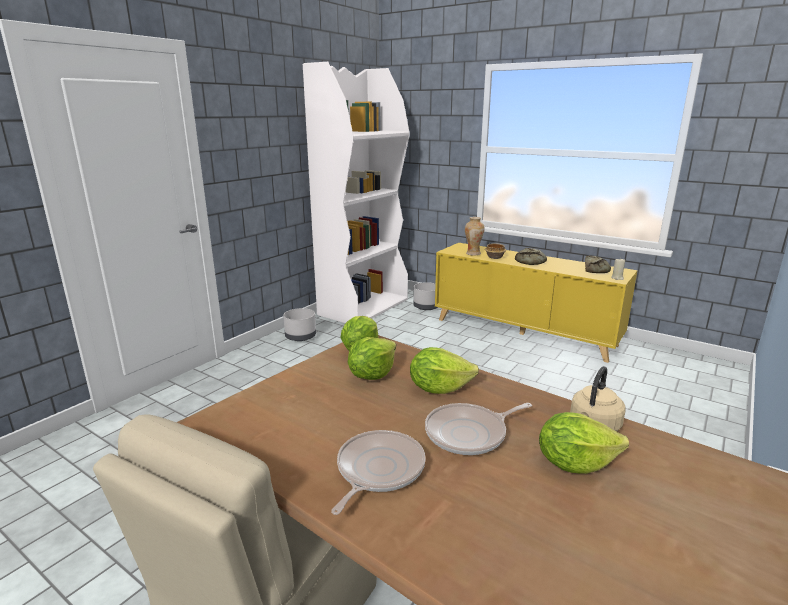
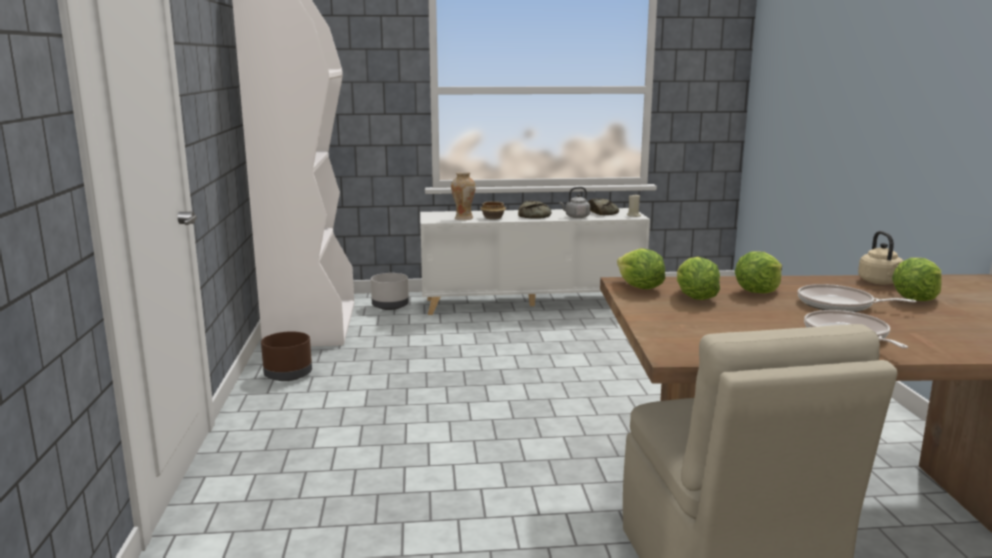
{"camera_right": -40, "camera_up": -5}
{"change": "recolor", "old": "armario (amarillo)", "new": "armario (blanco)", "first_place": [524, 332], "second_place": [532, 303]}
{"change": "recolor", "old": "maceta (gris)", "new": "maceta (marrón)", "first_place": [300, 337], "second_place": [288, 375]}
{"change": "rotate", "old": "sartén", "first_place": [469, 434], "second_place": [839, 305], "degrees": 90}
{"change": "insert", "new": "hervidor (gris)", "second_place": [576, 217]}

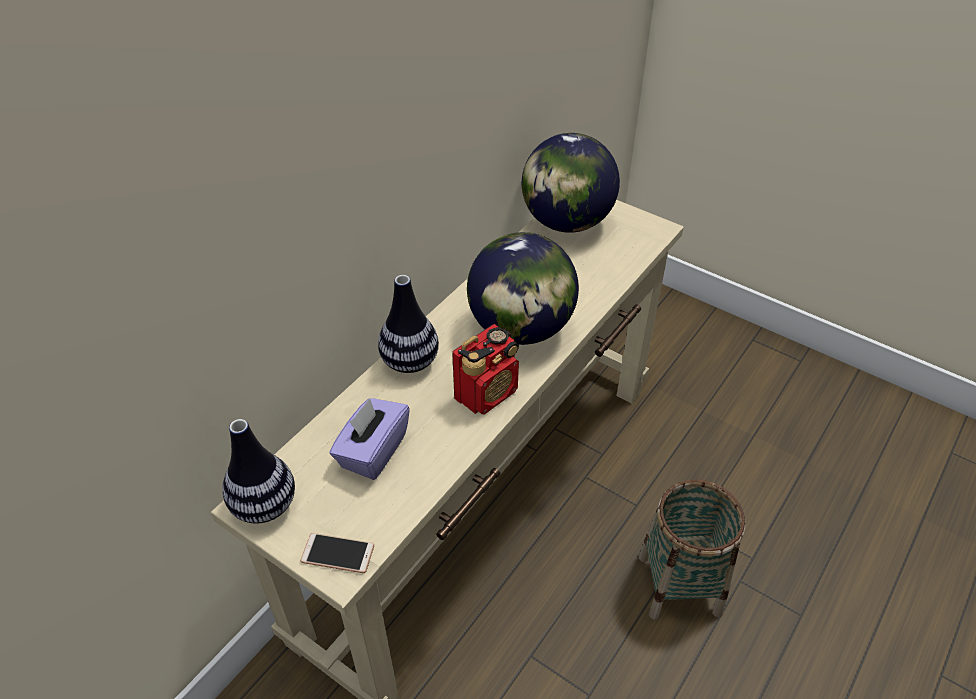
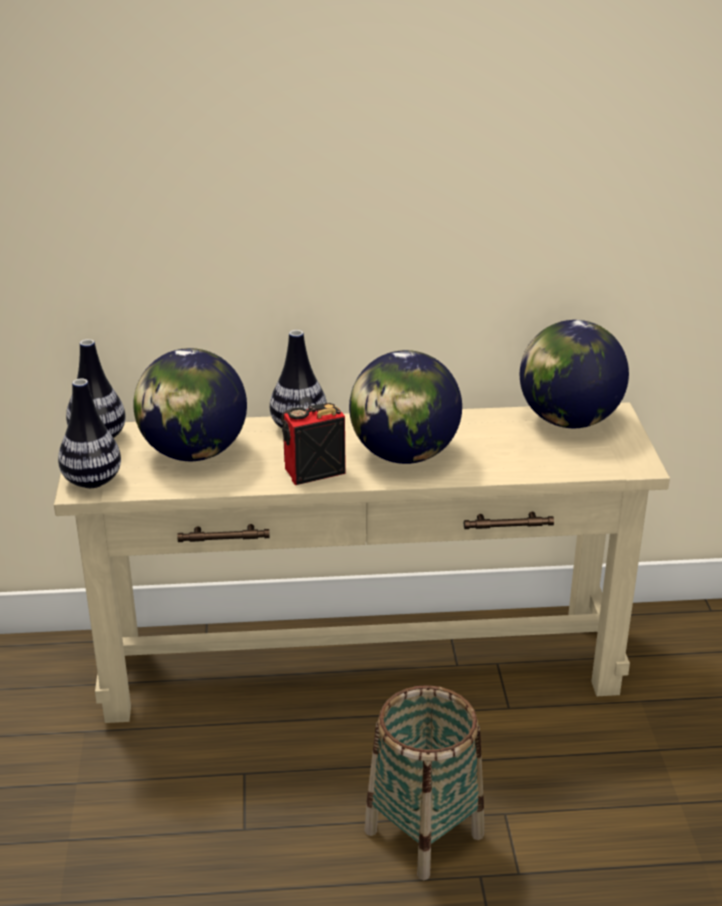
{"camera_right": 50, "camera_up": -15}
{"change": "rotate", "old": "radio", "first_place": [487, 393], "second_place": [312, 472], "degrees": 150}
{"change": "replace", "old": "caja de pañuelos (morado)", "new": "globo terráqueo", "first_place": [372, 451], "second_place": [194, 453]}
{"change": "replace", "old": "móvil", "new": "florero", "first_place": [337, 553], "second_place": [92, 481]}

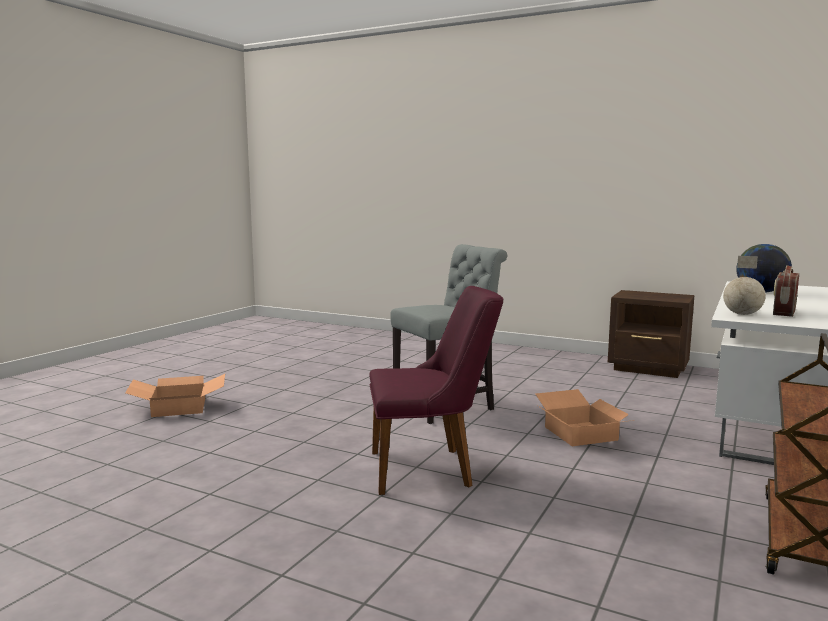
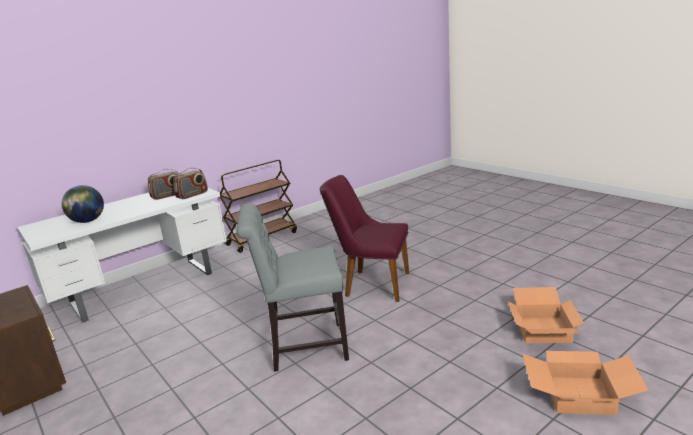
{"camera_right": -155, "camera_up": 10}
{"change": "replace", "old": "globo terráqueo", "new": "radio", "first_place": [742, 314], "second_place": [192, 195]}
{"change": "move", "old": "caja de cartón", "first_place": [582, 433], "second_place": [542, 329]}

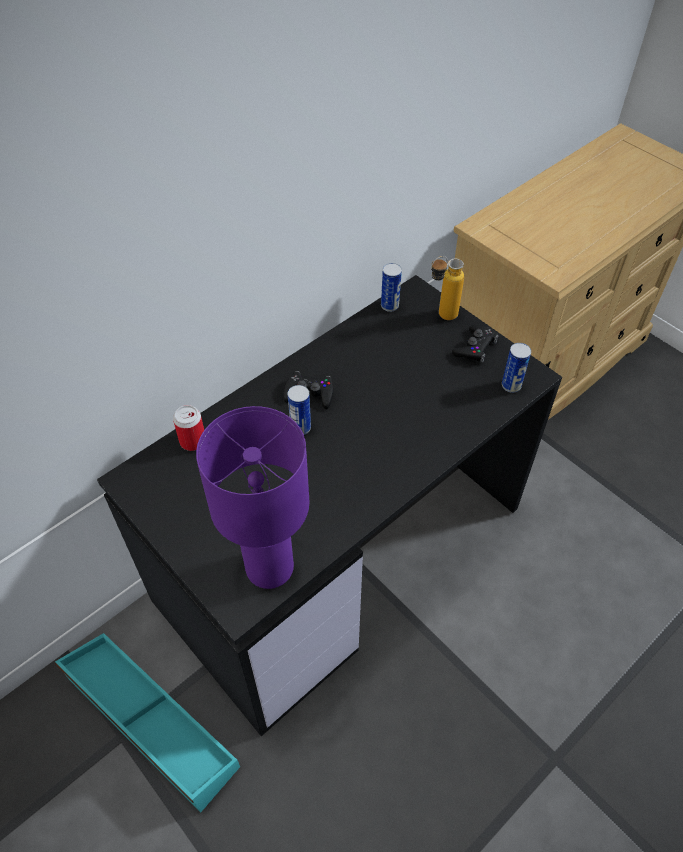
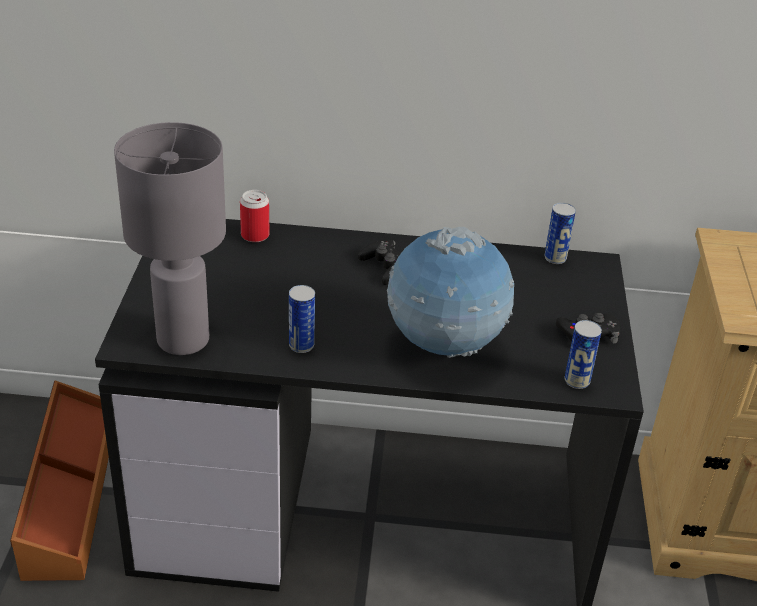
{"camera_right": 45, "camera_up": -15}
{"change": "delete", "old": "botella", "first_place": [440, 316]}
{"change": "move", "old": "lata", "first_place": [300, 428], "second_place": [301, 345]}
{"change": "recolor", "old": "lámpara de mesa (morado)", "new": "lámpara de mesa (gris)", "first_place": [268, 567], "second_place": [182, 339]}
{"change": "recolor", "old": "caja de almacenaje (turquesa)", "new": "caja de almacenaje (marrón)", "first_place": [149, 724], "second_place": [69, 493]}
{"change": "insert", "new": "globo terráqueo", "second_place": [444, 347]}

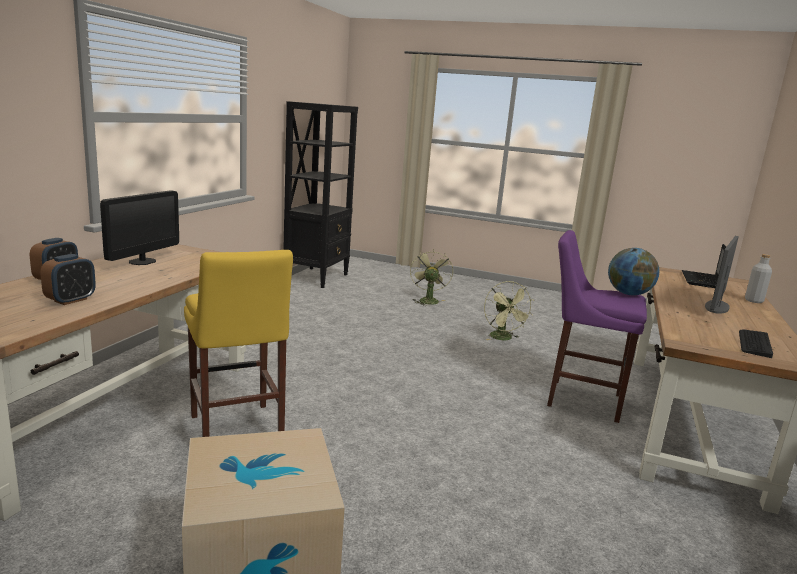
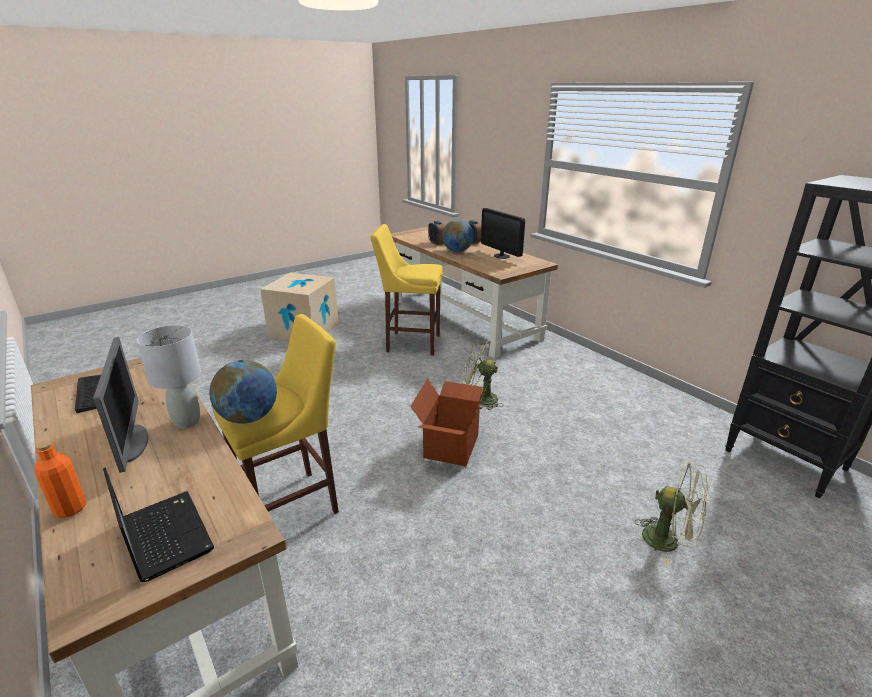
{"camera_right": 125, "camera_up": 10}
{"change": "recolor", "old": "taburete (morado)", "new": "taburete (amarillo)", "first_place": [579, 399], "second_place": [294, 505]}
{"change": "recolor", "old": "botella (gris)", "new": "botella (naranja)", "first_place": [753, 301], "second_place": [70, 509]}
{"change": "move", "old": "ventilador (verde)", "first_place": [503, 338], "second_place": [480, 399]}
{"change": "insert", "new": "globo terráqueo", "second_place": [457, 251]}
{"change": "insert", "new": "lámpara de mesa (gris)", "second_place": [186, 422]}
{"change": "insert", "new": "caja de cartón", "second_place": [450, 445]}

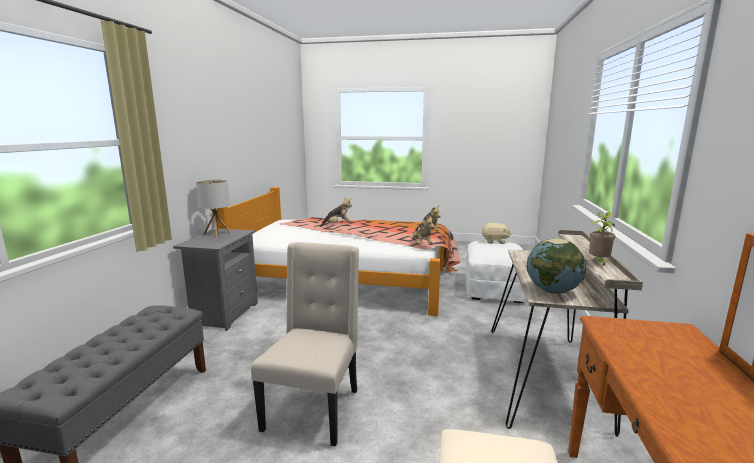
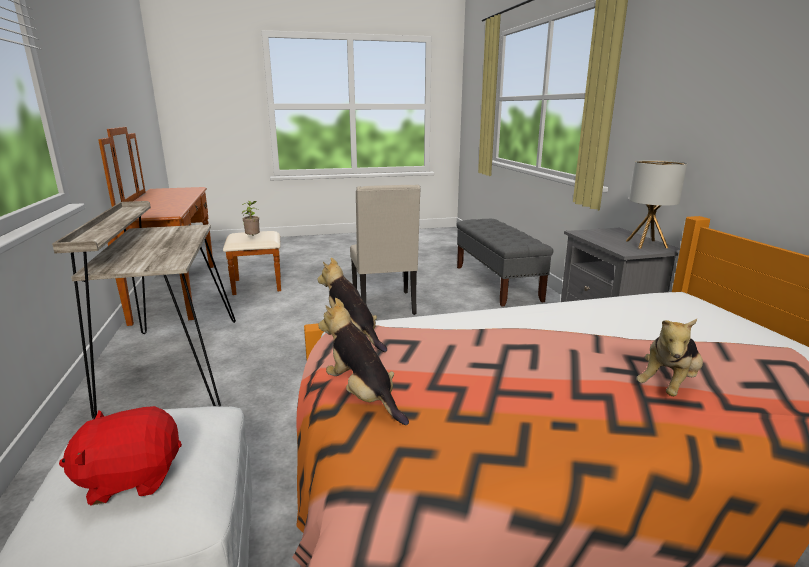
{"camera_right": 155, "camera_up": 5}
{"change": "move", "old": "planta en maceta", "first_place": [598, 262], "second_place": [253, 238]}
{"change": "recolor", "old": "peluche (beis)", "new": "peluche (rojo)", "first_place": [494, 242], "second_place": [131, 478]}
{"change": "delete", "old": "globo terráqueo", "first_place": [552, 291]}

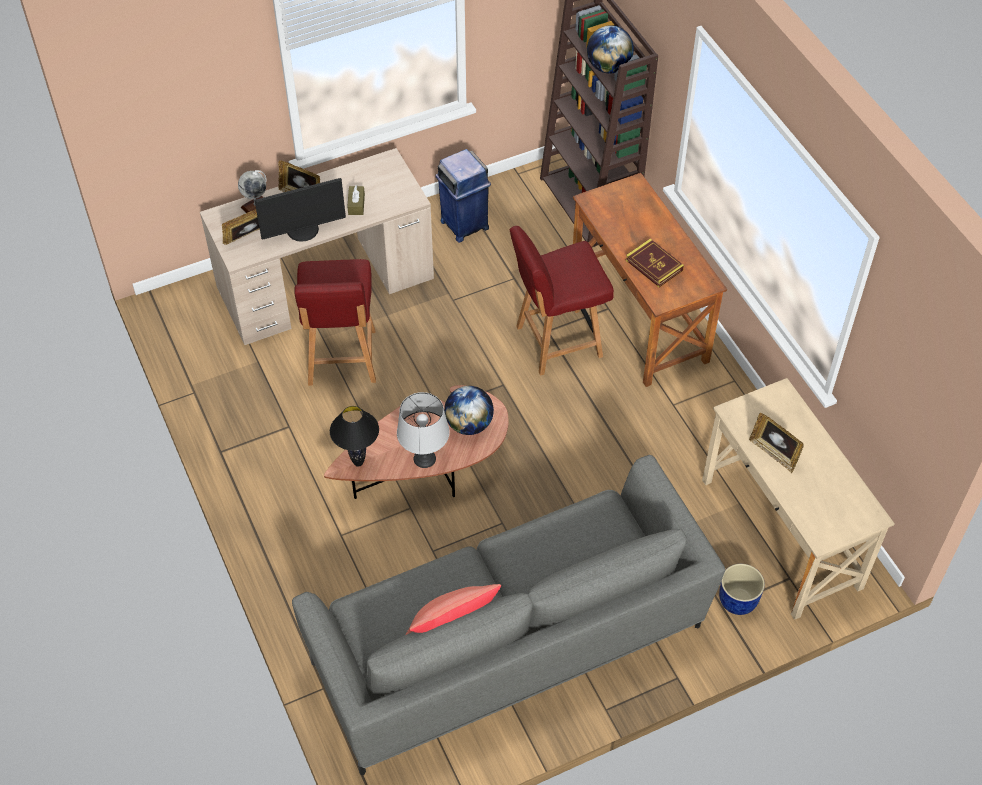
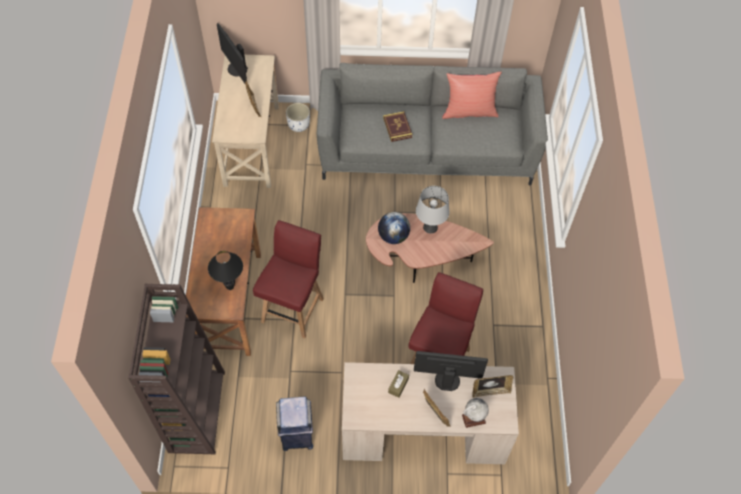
{"camera_right": -155, "camera_up": 5}
{"change": "delete", "old": "globo terráqueo", "first_place": [608, 67]}
{"change": "rotate", "old": "silla (rojo)", "first_place": [556, 342], "second_place": [293, 309], "degrees": -75}
{"change": "move", "old": "libro", "first_place": [654, 265], "second_place": [397, 128]}
{"change": "move", "old": "lámpara de mesa (negro)", "first_place": [359, 462], "second_place": [230, 287]}
{"change": "recolor", "old": "maceta (azul)", "new": "maceta (blanco)", "first_place": [737, 601], "second_place": [299, 125]}
{"change": "insert", "new": "monitor", "second_place": [236, 69]}

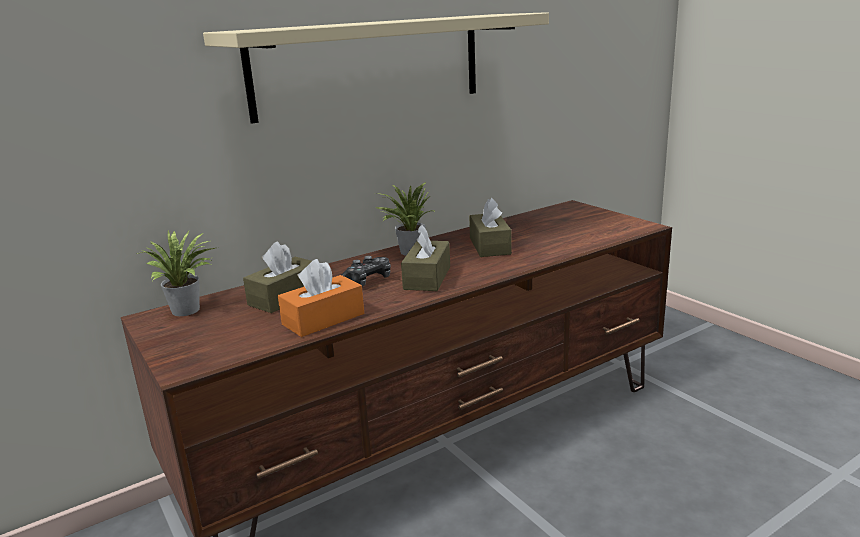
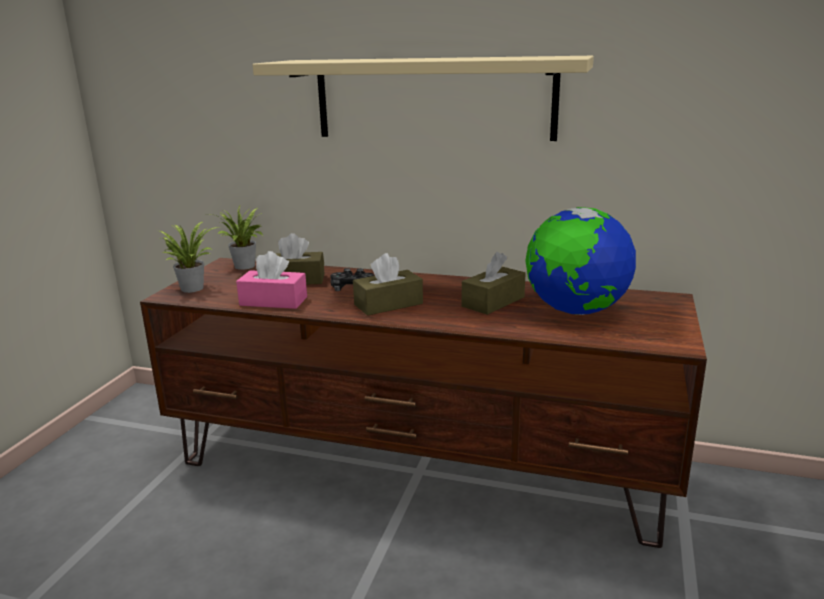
{"camera_right": 50, "camera_up": 0}
{"change": "move", "old": "planta en maceta", "first_place": [408, 251], "second_place": [192, 287]}
{"change": "recolor", "old": "caja de pañuelos (naranja)", "new": "caja de pañuelos (rosa)", "first_place": [323, 319], "second_place": [273, 301]}
{"change": "insert", "new": "globo terráqueo", "second_place": [576, 311]}

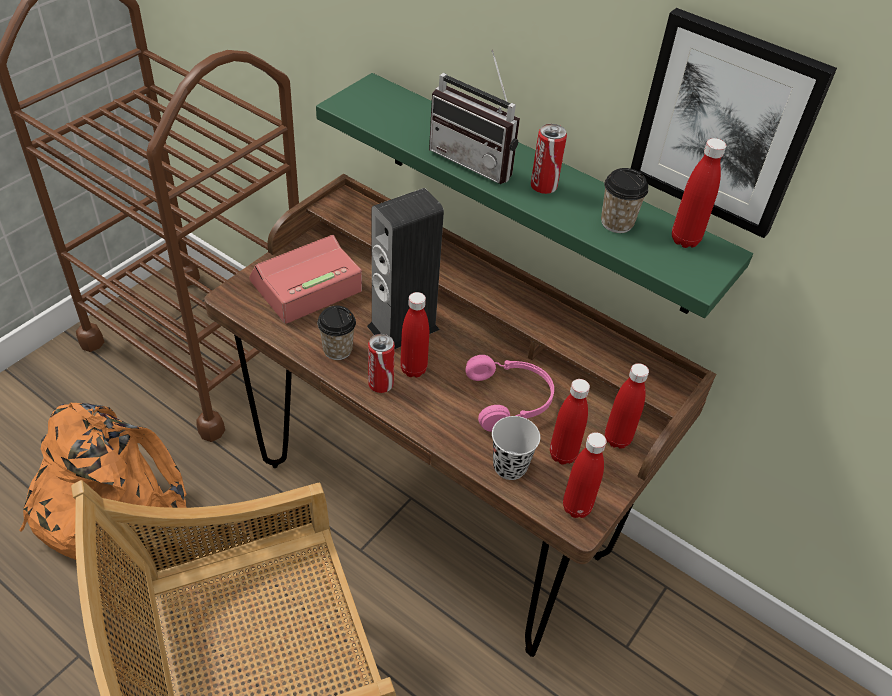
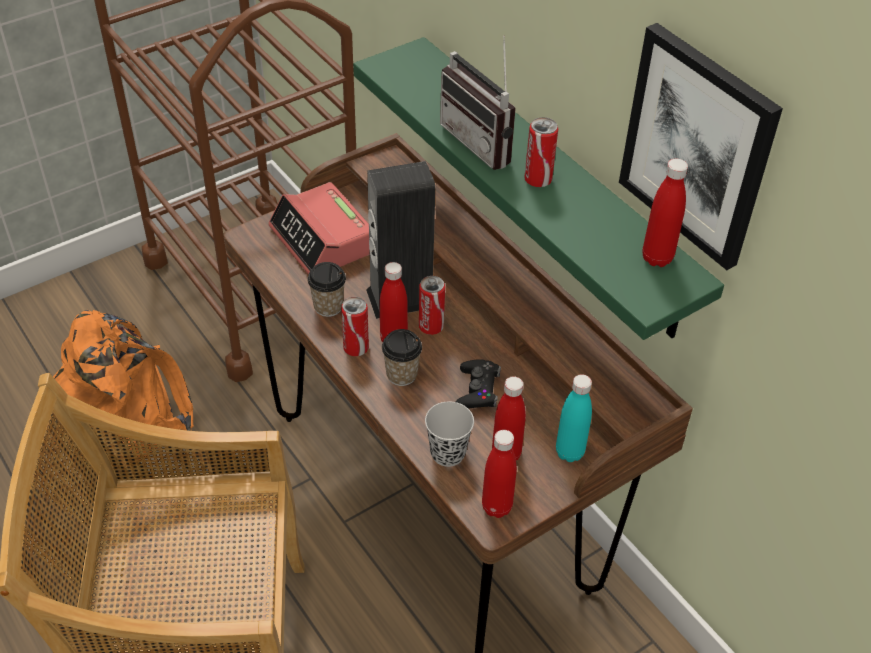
{"camera_right": 20, "camera_up": 0}
{"change": "move", "old": "taza", "first_place": [617, 223], "second_place": [401, 375]}
{"change": "rotate", "old": "despertador", "first_place": [306, 287], "second_place": [323, 240], "degrees": -105}
{"change": "replace", "old": "auriculares (rosa)", "new": "mando de consola (negro)", "first_place": [510, 399], "second_place": [477, 390]}
{"change": "recolor", "old": "botella (rojo)", "new": "botella (turquesa)", "first_place": [617, 439], "second_place": [569, 452]}
{"change": "insert", "new": "lata", "second_place": [431, 326]}

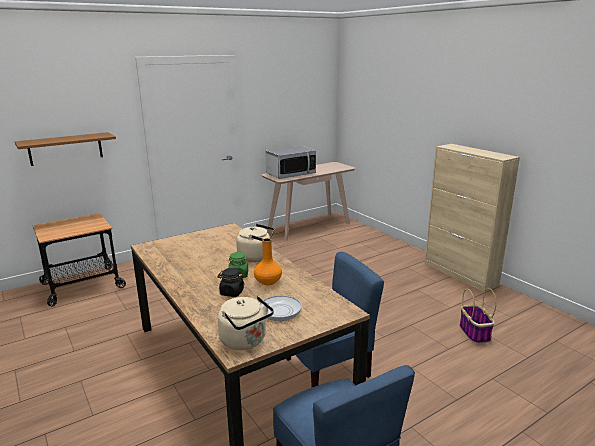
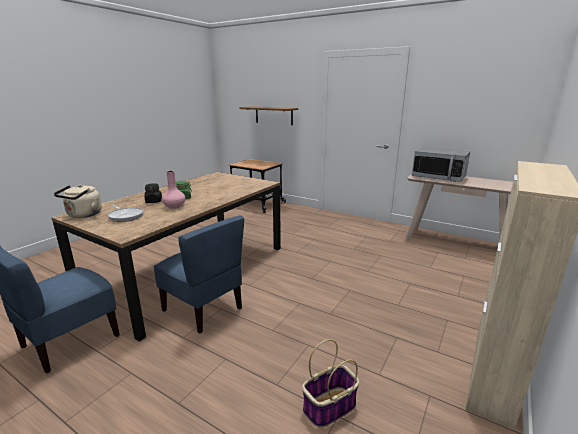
{"camera_right": 65, "camera_up": 0}
{"change": "delete", "old": "hervidor (beis)", "first_place": [256, 257]}
{"change": "recolor", "old": "florero (naranja)", "new": "florero (rosa)", "first_place": [268, 281], "second_place": [175, 206]}

